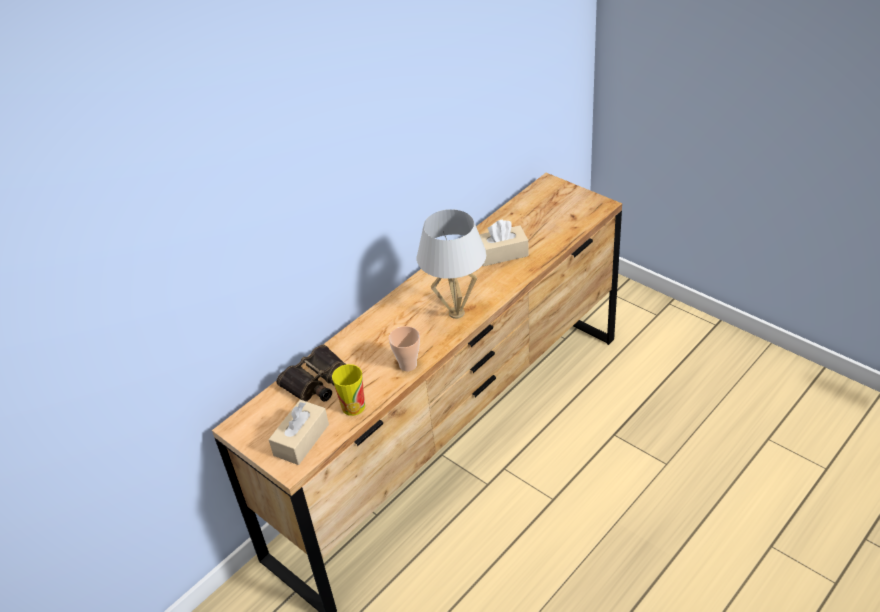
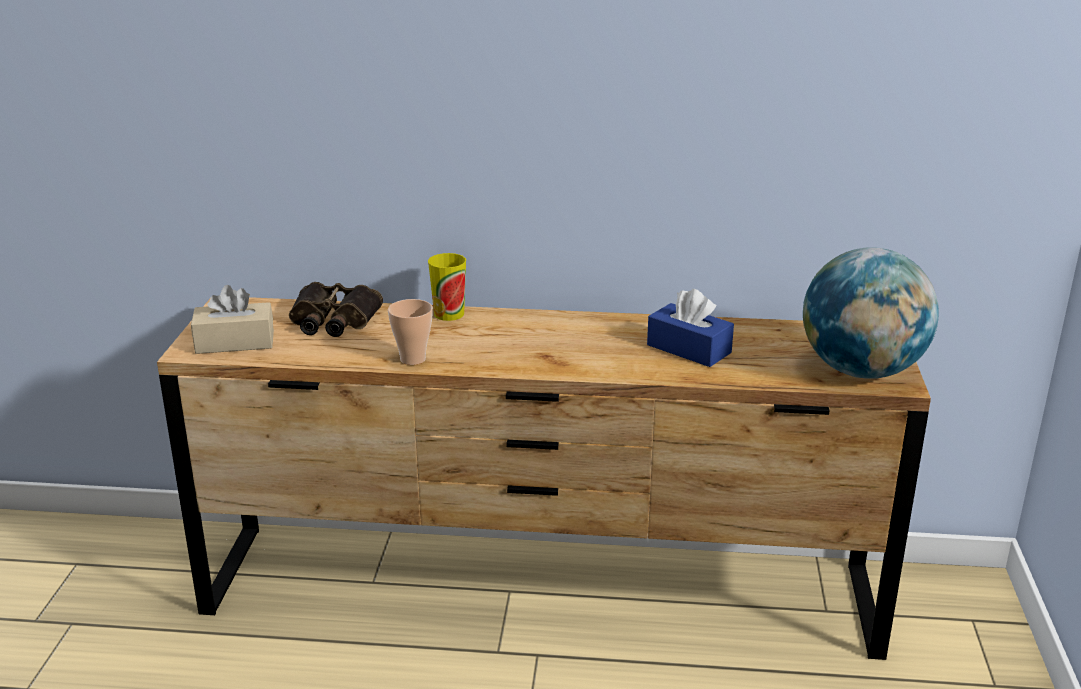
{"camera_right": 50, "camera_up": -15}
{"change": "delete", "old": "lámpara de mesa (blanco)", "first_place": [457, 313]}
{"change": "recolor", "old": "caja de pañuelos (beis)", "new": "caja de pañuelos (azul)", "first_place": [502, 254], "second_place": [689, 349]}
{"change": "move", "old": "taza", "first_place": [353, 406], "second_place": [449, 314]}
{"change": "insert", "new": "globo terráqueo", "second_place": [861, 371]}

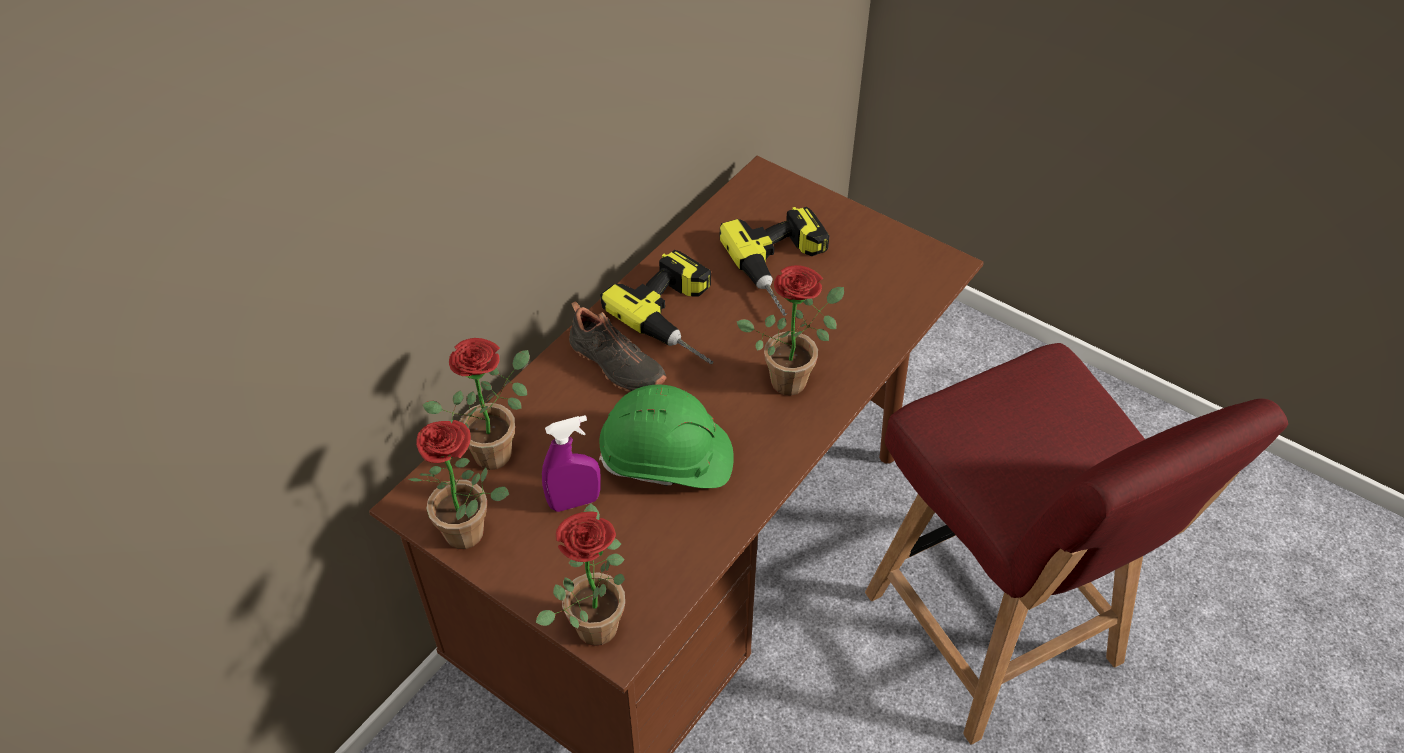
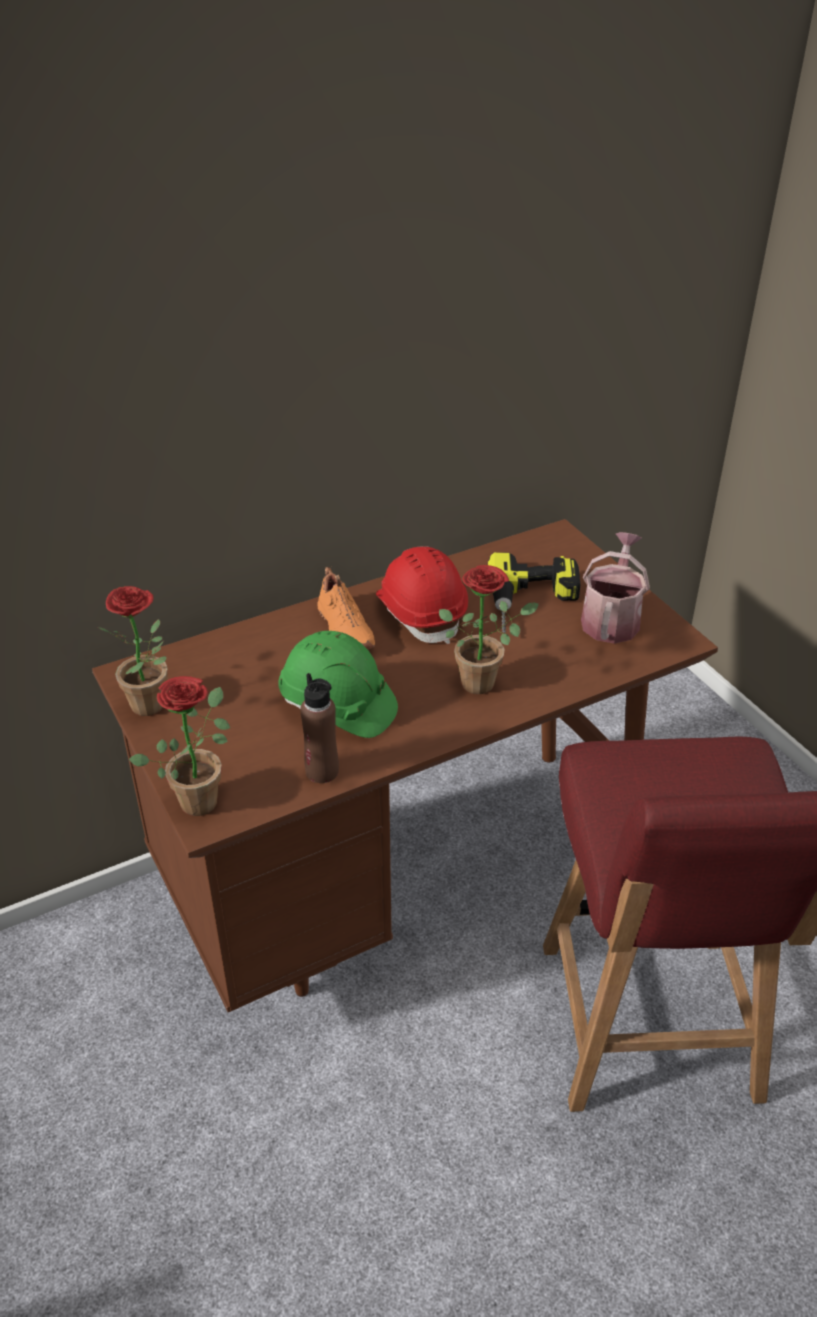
{"camera_right": 25, "camera_up": -10}
{"change": "replace", "old": "taladro", "new": "casco (rojo)", "first_place": [682, 317], "second_place": [421, 612]}
{"change": "recolor", "old": "zapato (negro)", "new": "zapato (naranja)", "first_place": [615, 365], "second_place": [343, 629]}
{"change": "delete", "old": "planta en maceta", "first_place": [496, 448]}
{"change": "delete", "old": "pulverizador (morado)", "first_place": [574, 502]}
{"change": "insert", "new": "regadera", "second_place": [611, 619]}
{"change": "insert", "new": "botella (marrón)", "second_place": [322, 771]}

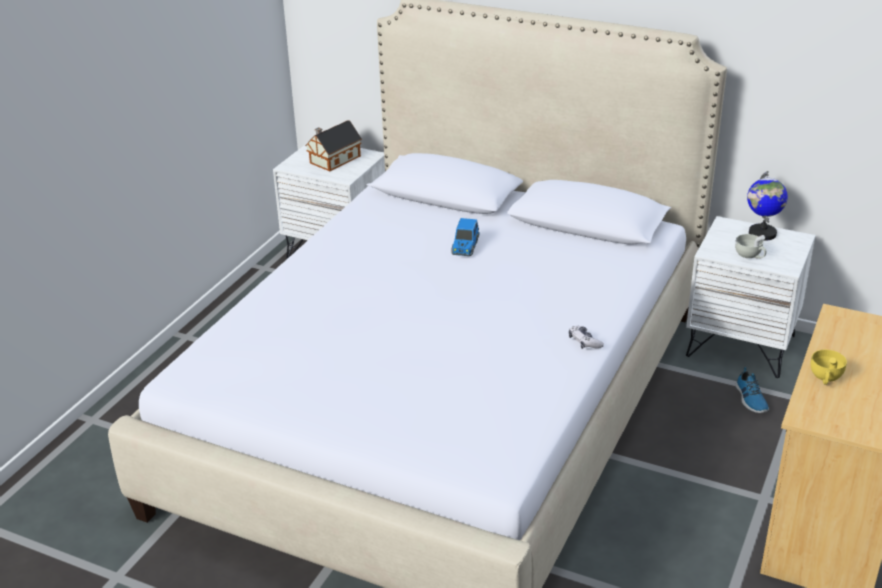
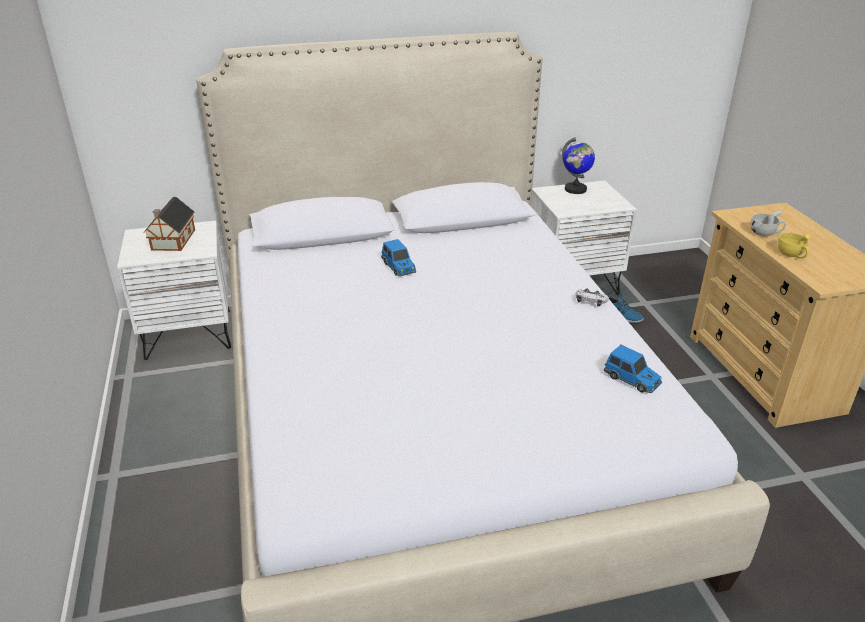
{"camera_right": -40, "camera_up": 0}
{"change": "move", "old": "taza (blanco)", "first_place": [750, 256], "second_place": [765, 233]}
{"change": "insert", "new": "coche de juguete", "second_place": [632, 379]}

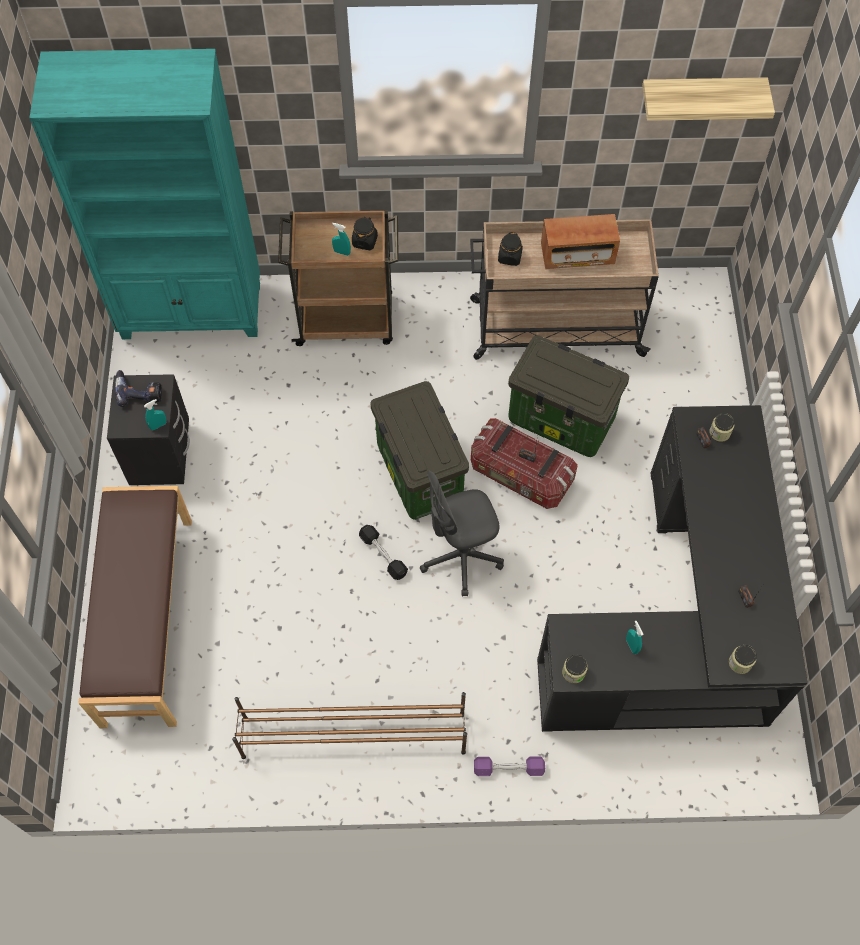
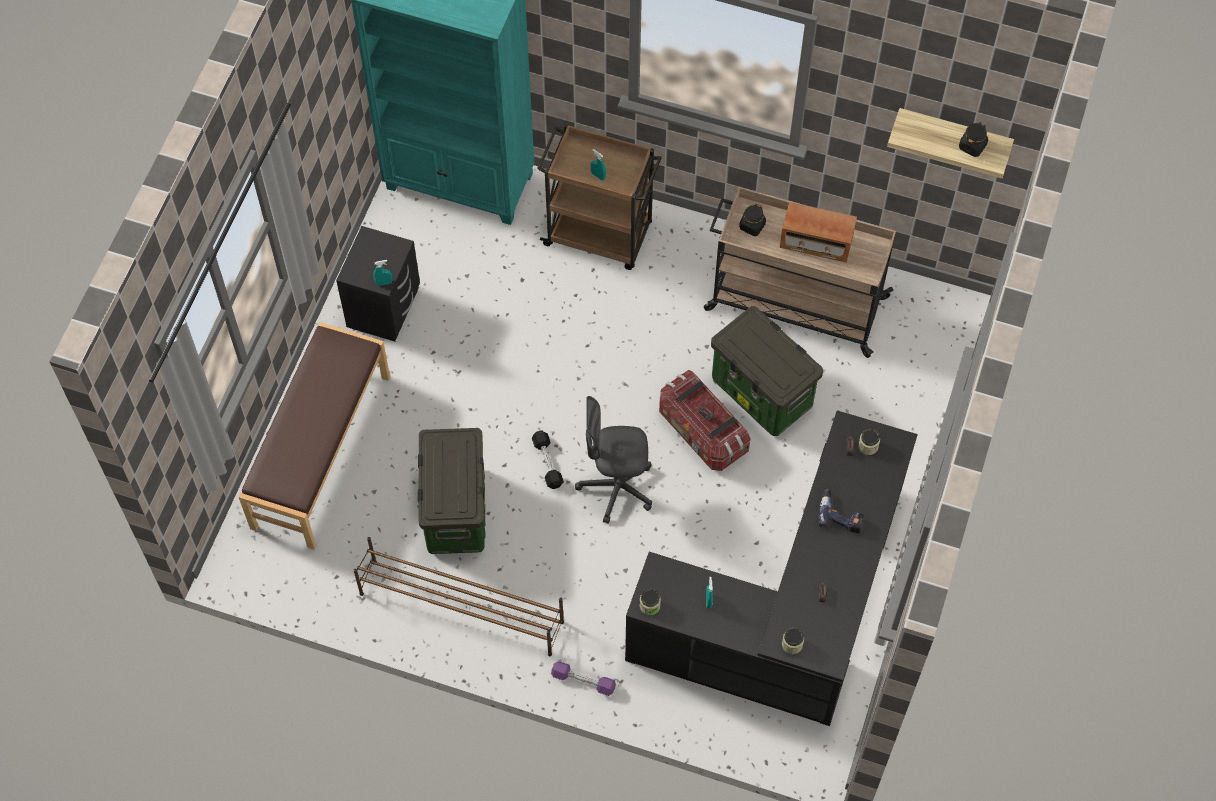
{"camera_right": 20, "camera_up": 0}
{"change": "move", "old": "tarro (negro)", "first_place": [365, 241], "second_place": [972, 146]}
{"change": "move", "old": "taladro", "first_place": [139, 391], "second_place": [840, 515]}
{"change": "move", "old": "caja de almacenaje", "first_place": [418, 472], "second_place": [454, 510]}

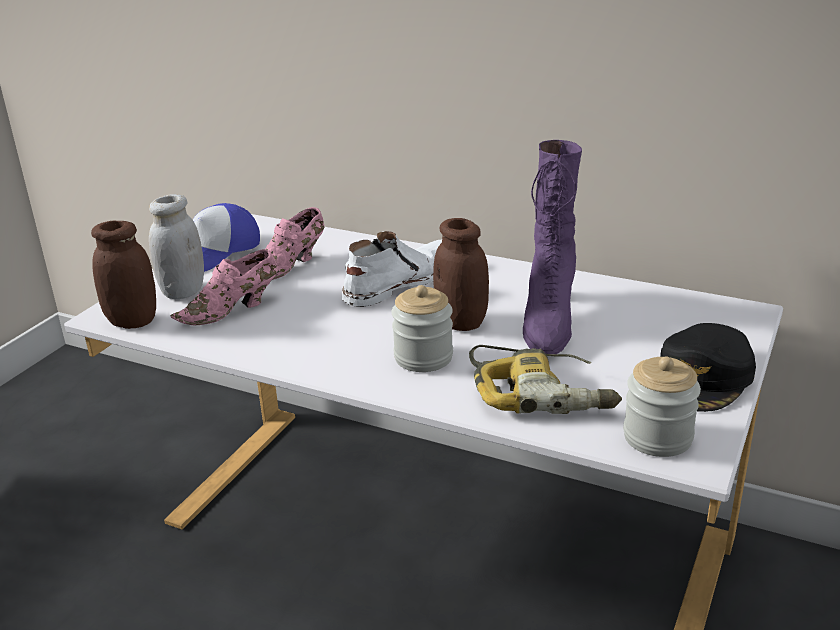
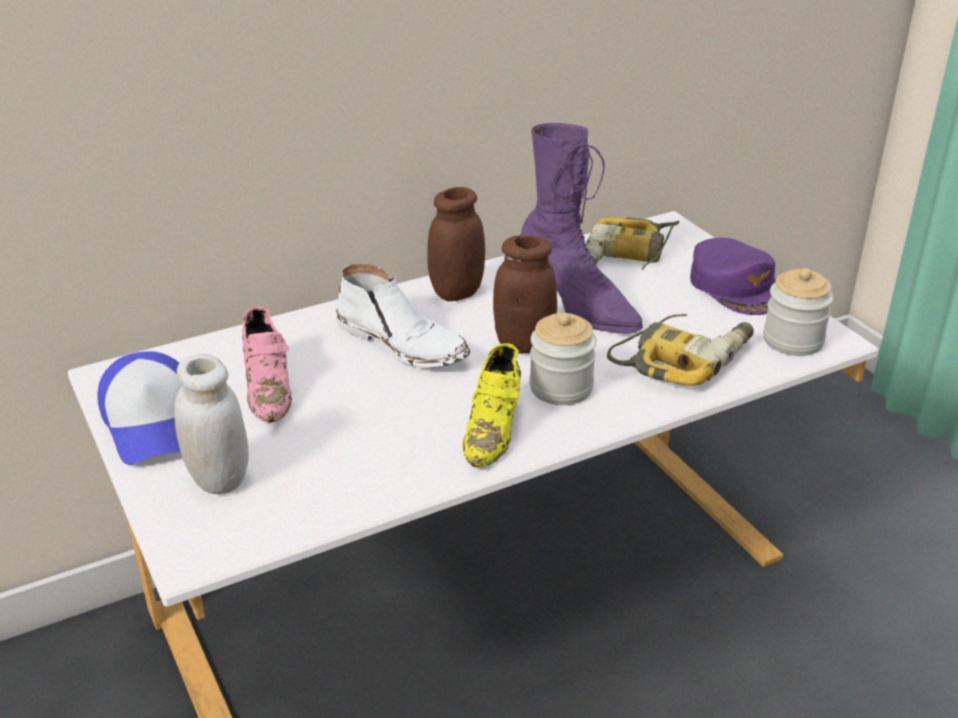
{"camera_right": -55, "camera_up": 5}
{"change": "move", "old": "tarro (marrón)", "first_place": [132, 321], "second_place": [457, 292]}
{"change": "rotate", "old": "bota (blanco)", "first_place": [399, 283], "second_place": [403, 343], "degrees": 135}
{"change": "delete", "old": "zapato (rosa)", "first_place": [233, 310]}
{"change": "recolor", "old": "gorra (negro)", "new": "gorra (morado)", "first_place": [703, 377], "second_place": [736, 286]}
{"change": "insert", "new": "taladro", "second_place": [626, 258]}
{"change": "insert", "new": "zapato (amarillo)", "second_place": [494, 429]}

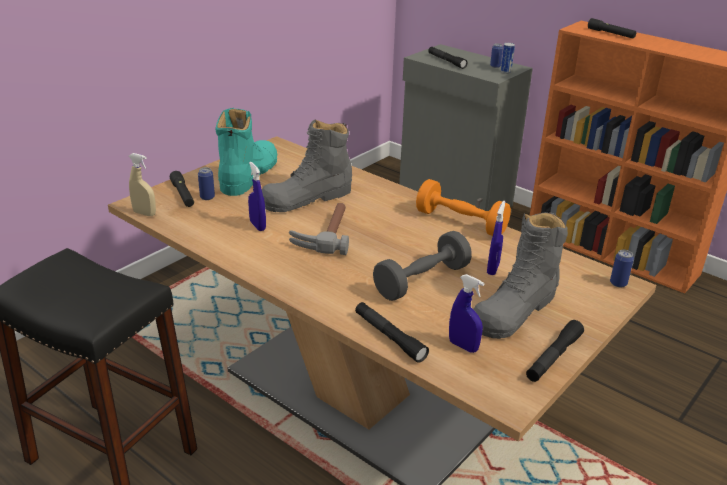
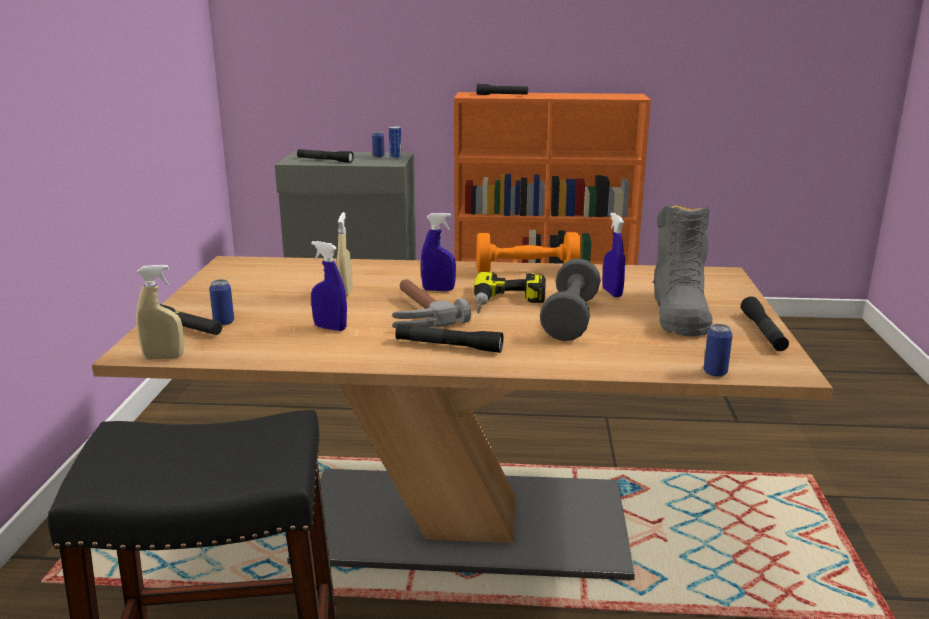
{"camera_right": -35, "camera_up": -10}
{"change": "delete", "old": "bota (turquesa)", "first_place": [248, 175]}
{"change": "replace", "old": "bota (gris)", "new": "pulverizador (beis)", "first_place": [308, 198], "second_place": [345, 292]}
{"change": "move", "old": "lata", "first_place": [618, 283], "second_place": [715, 372]}
{"change": "move", "old": "pulverizador (azul)", "first_place": [463, 346], "second_place": [438, 290]}
{"change": "move", "old": "linterna (negro)", "first_place": [389, 337], "second_place": [448, 346]}
{"change": "insert", "new": "taladro", "second_place": [507, 303]}

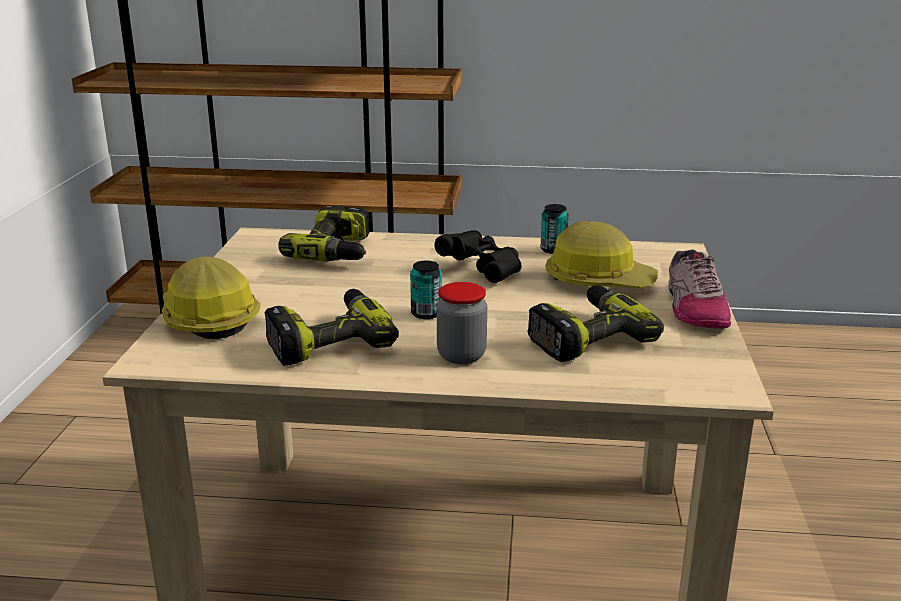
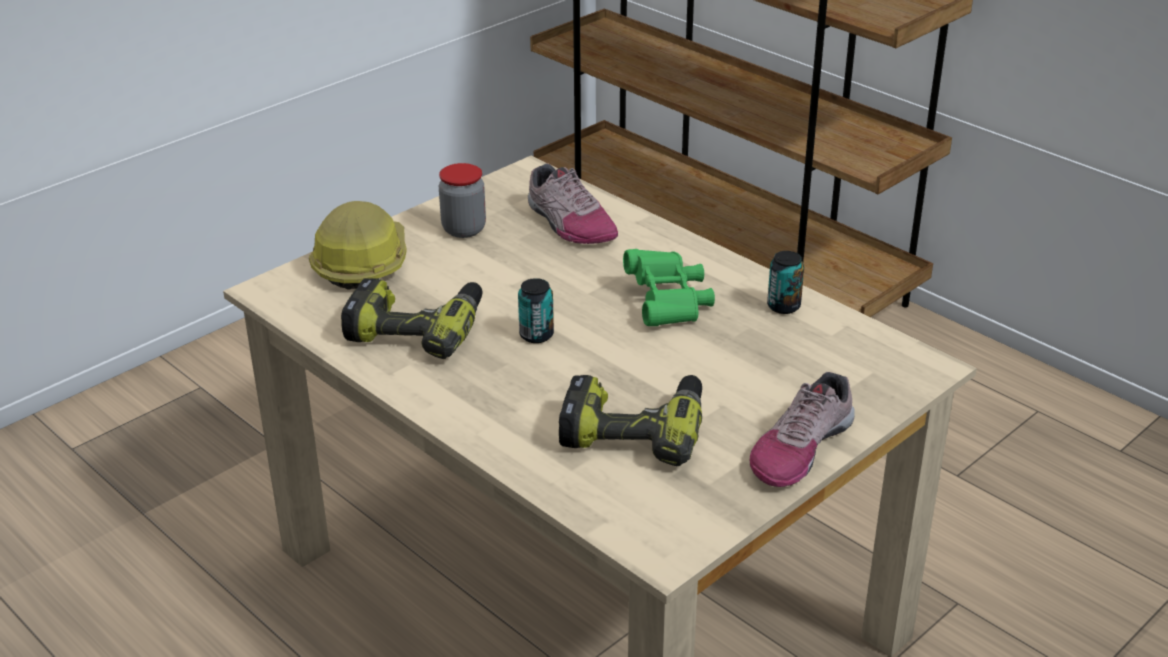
{"camera_right": 40, "camera_up": 10}
{"change": "replace", "old": "taladro", "new": "zapato", "first_place": [337, 252], "second_place": [569, 223]}
{"change": "delete", "old": "casco", "first_place": [598, 281]}
{"change": "recolor", "old": "prismáticos (negro)", "new": "prismáticos (verde)", "first_place": [483, 270], "second_place": [668, 304]}
{"change": "move", "old": "tarro", "first_place": [461, 355], "second_place": [464, 229]}

